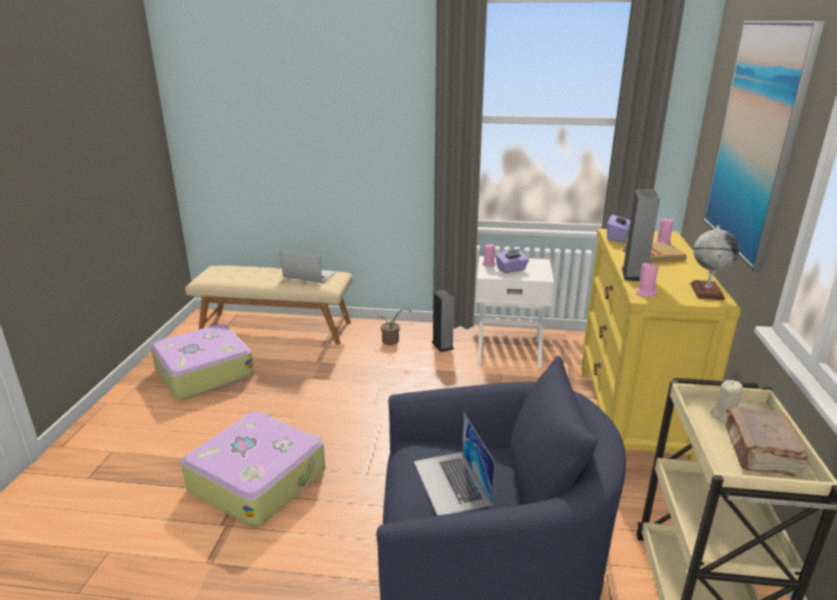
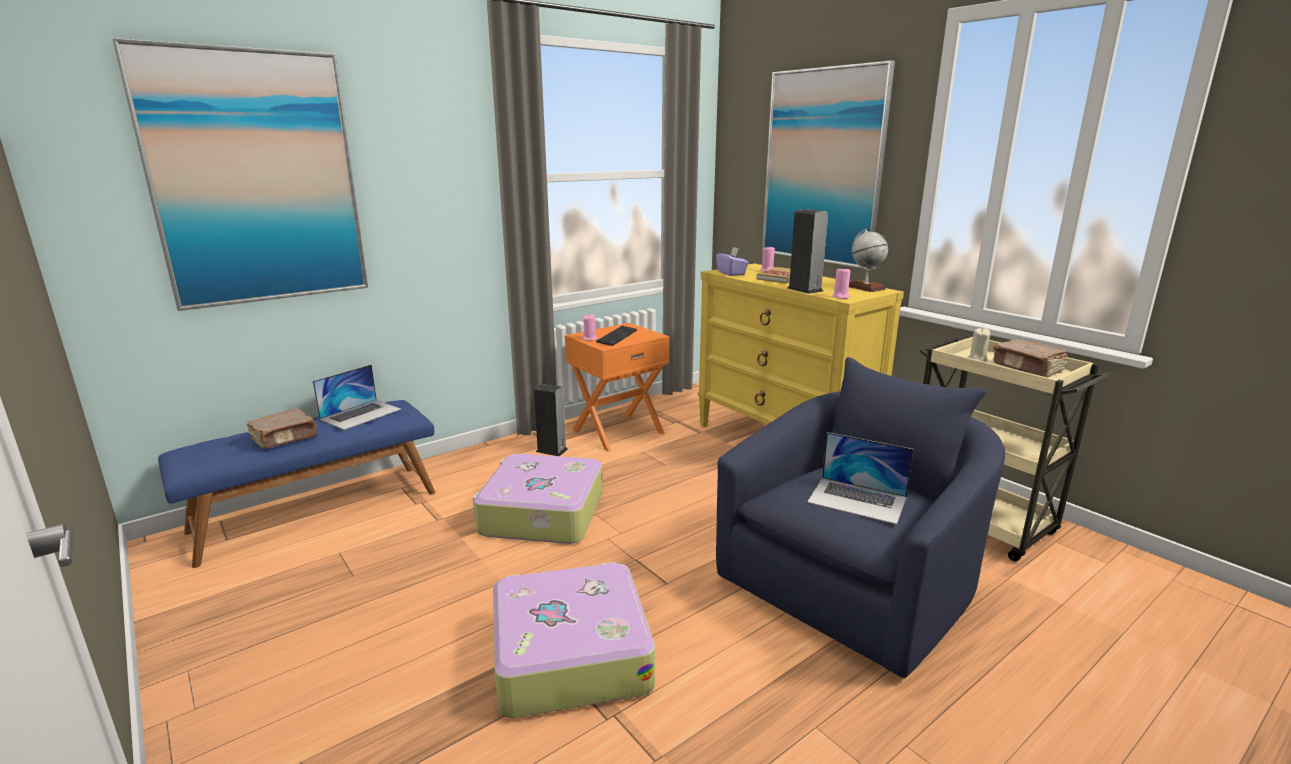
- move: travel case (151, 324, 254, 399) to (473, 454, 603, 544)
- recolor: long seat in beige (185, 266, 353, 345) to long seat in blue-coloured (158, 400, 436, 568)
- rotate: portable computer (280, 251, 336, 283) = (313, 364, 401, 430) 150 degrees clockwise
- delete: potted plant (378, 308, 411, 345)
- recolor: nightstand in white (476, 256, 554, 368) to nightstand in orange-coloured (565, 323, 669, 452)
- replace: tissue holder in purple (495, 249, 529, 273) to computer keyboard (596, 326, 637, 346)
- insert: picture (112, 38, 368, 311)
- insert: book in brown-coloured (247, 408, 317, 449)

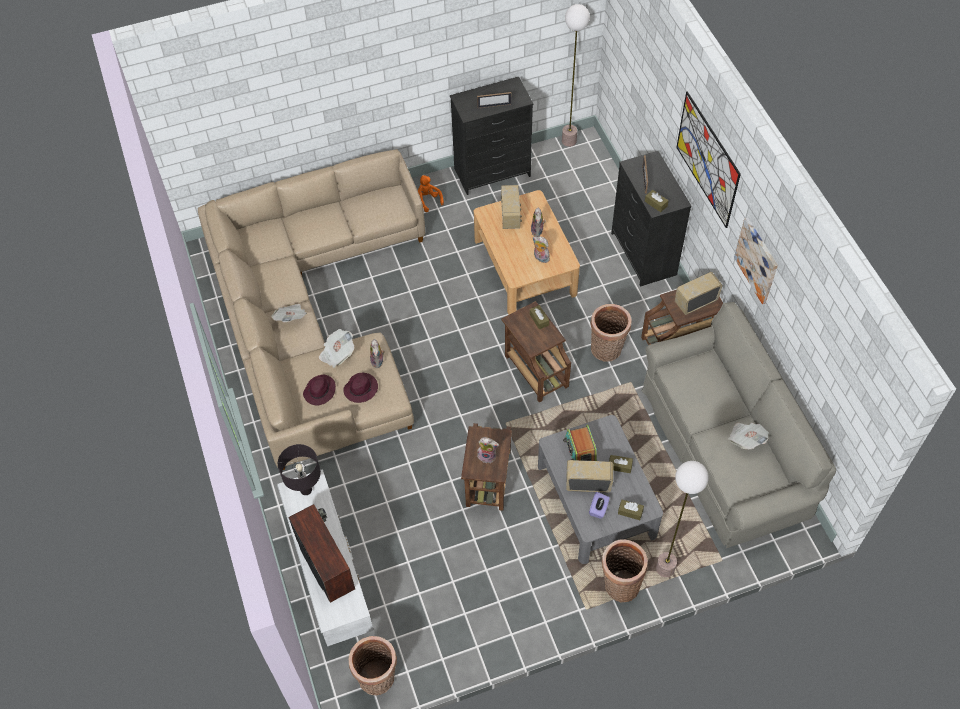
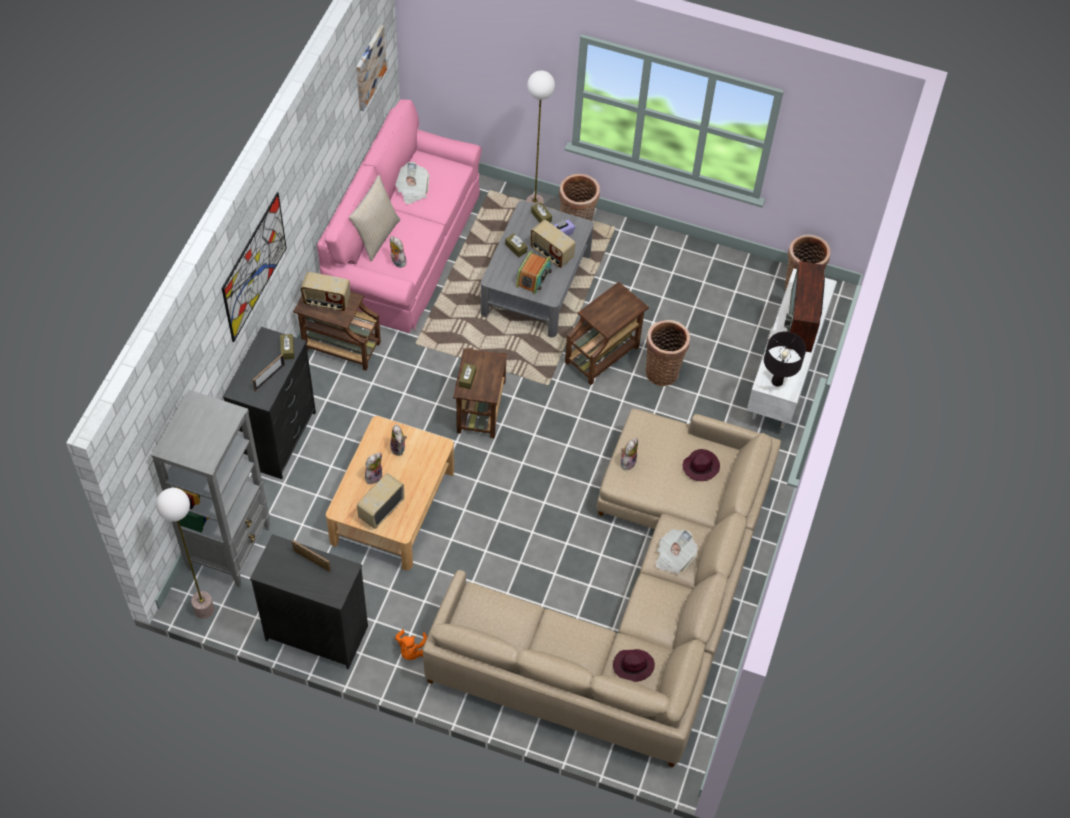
- delete: printed paper (319, 329, 354, 368)
- move: wearable hat in purple (343, 373, 378, 403) to (613, 649, 655, 682)
- move: plush toy (477, 437, 499, 463) to (390, 236, 406, 268)
- move: basket (590, 304, 632, 362) to (646, 320, 690, 386)
- recolor: settee in grey (642, 302, 836, 548) to settee in pinkish (317, 99, 482, 333)
- move: picture (734, 218, 778, 304) to (356, 25, 387, 111)
- insert: shelving unit in grey (152, 390, 270, 588)
- insert: cushion in beige (349, 175, 401, 261)

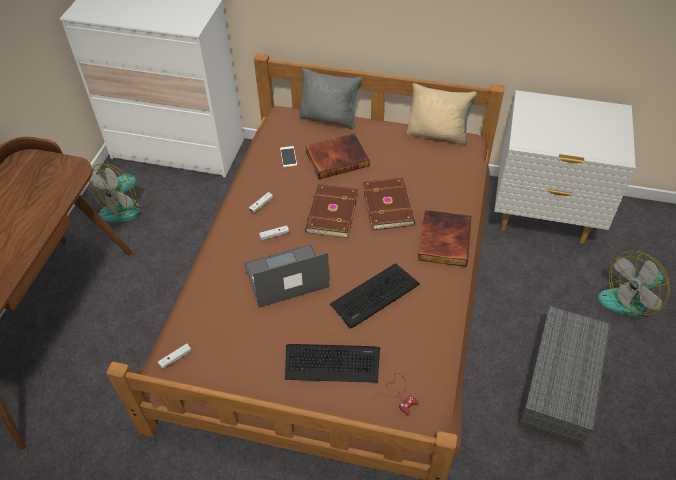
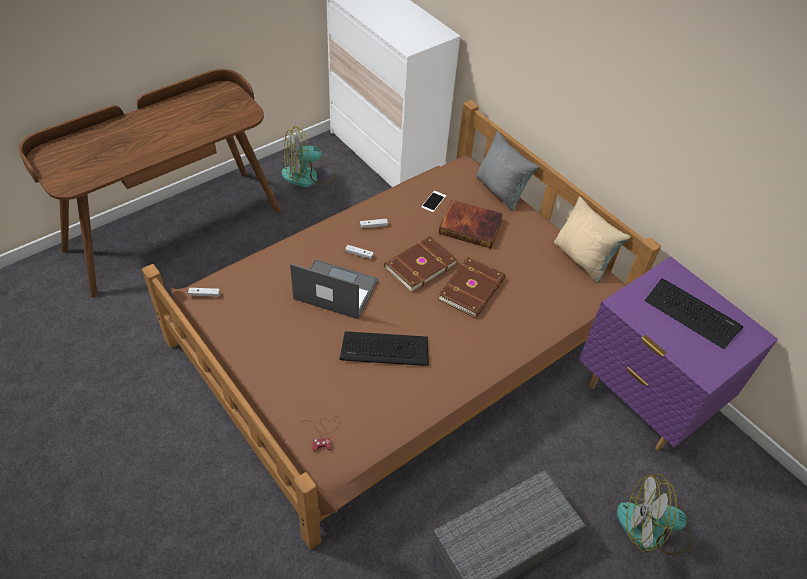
- move: computer keyboard (285, 344, 380, 383) to (645, 278, 743, 349)
- delete: book (418, 210, 471, 267)
- recolor: nightstand in white (494, 90, 636, 244) to nightstand in purple (579, 256, 778, 451)

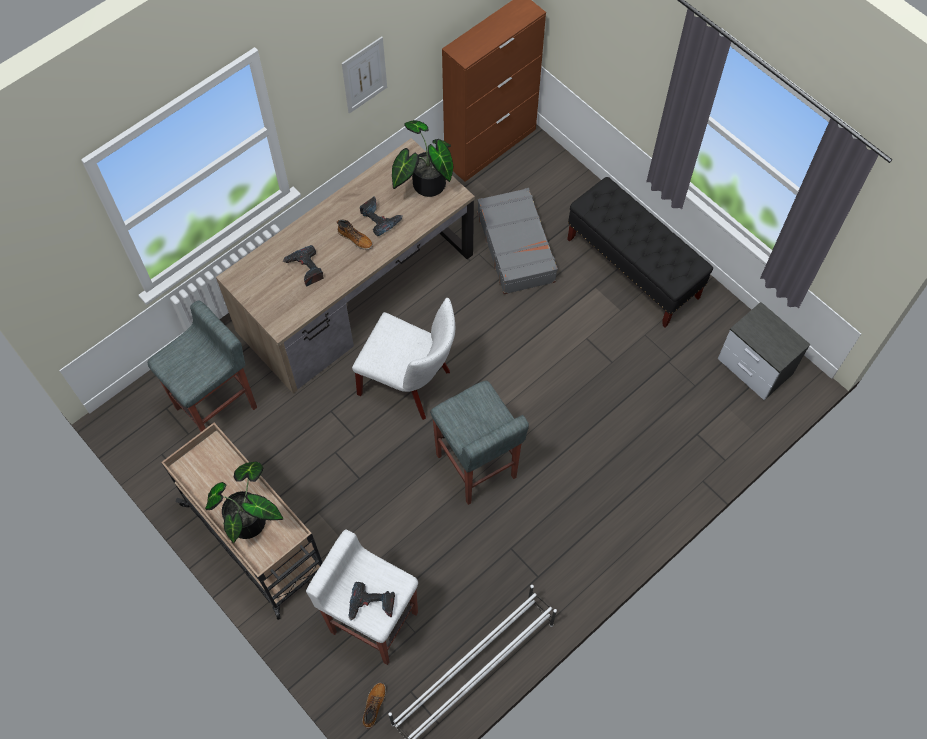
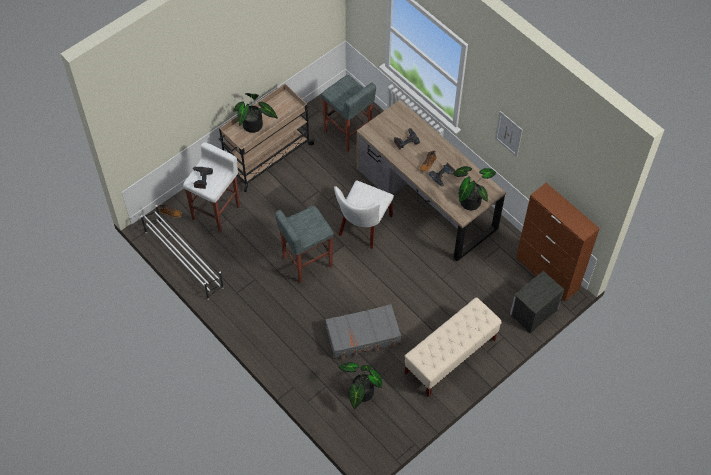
- move: travel case in grey (477, 188, 558, 294) to (325, 304, 401, 359)
- recolor: long seat in black (567, 177, 713, 327) to long seat in beige (405, 298, 502, 397)
- move: nightstand (718, 302, 811, 400) to (510, 271, 564, 333)
- insert: potted plant (338, 363, 382, 409)

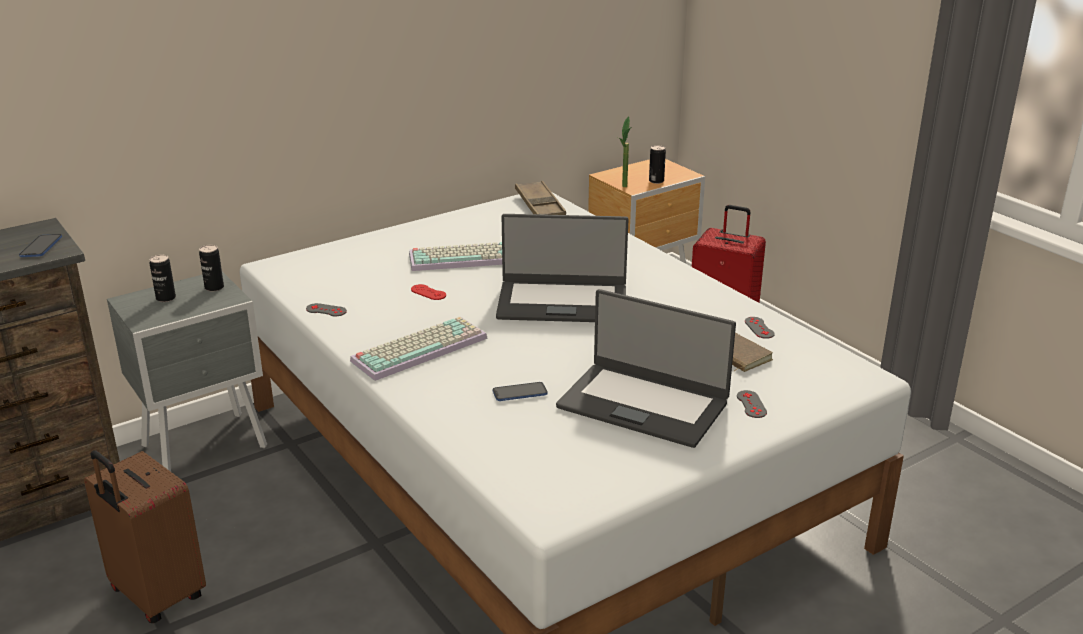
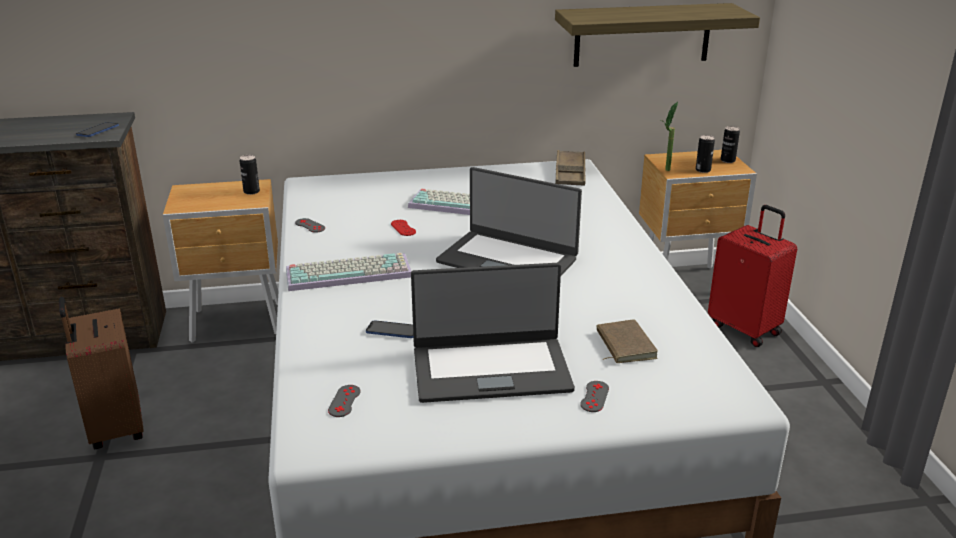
- recolor: nightstand in grey (107, 271, 267, 472) to nightstand in brown-coloured (163, 179, 278, 343)
- move: metal can (149, 254, 176, 302) to (721, 126, 740, 163)
- rotate: portable computer (556, 289, 736, 448) = (411, 263, 575, 403) 60 degrees counterclockwise
- move: joypad in grey (745, 317, 775, 339) to (328, 385, 361, 417)
- insert: bracket shelf (555, 3, 760, 67)

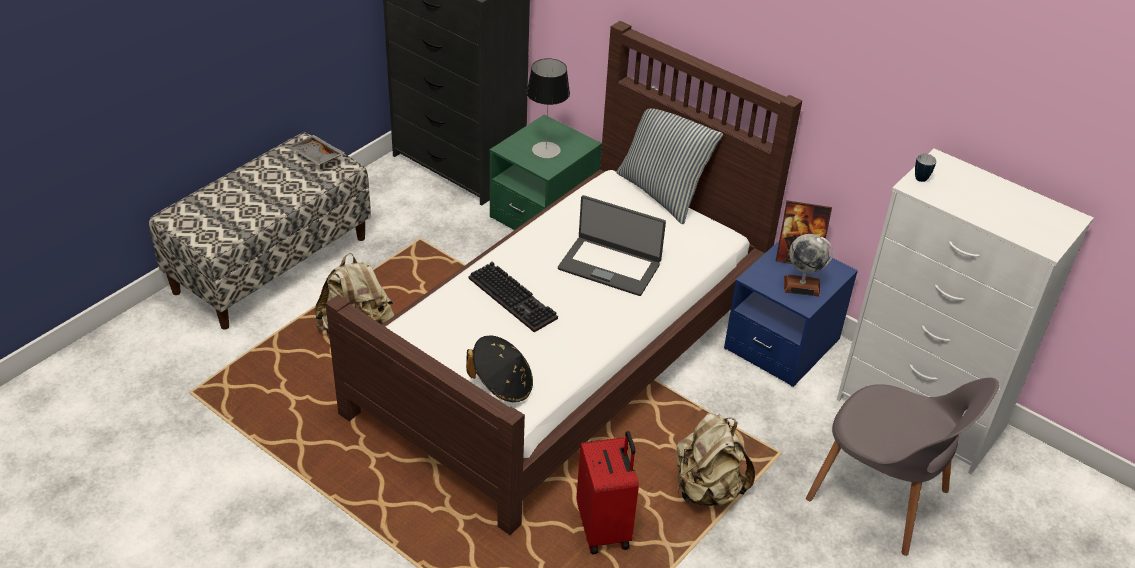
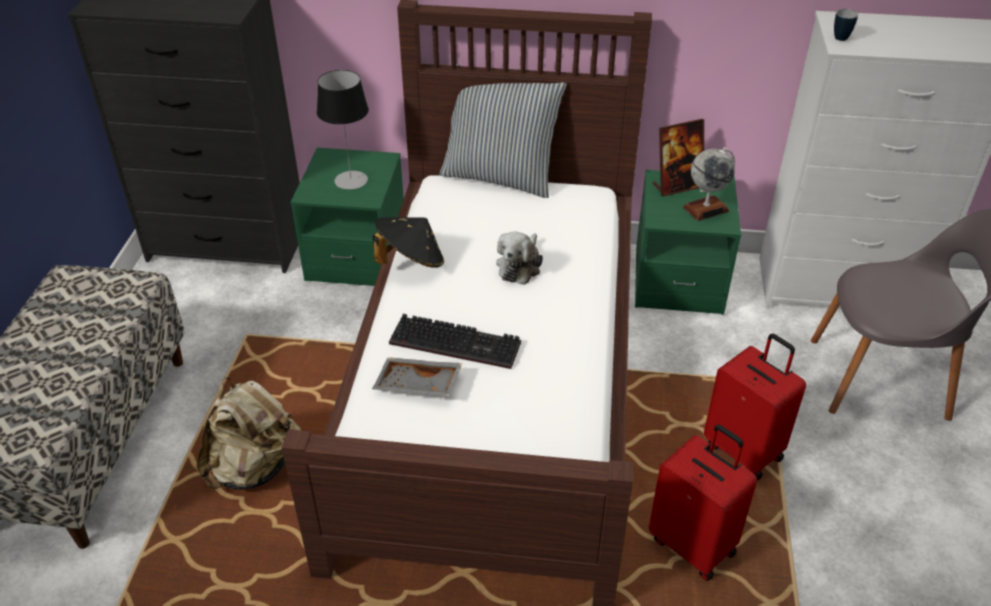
- move: serving tray in grey (287, 135, 345, 165) to (372, 357, 462, 397)
- move: wearable hat in black (466, 335, 533, 402) to (373, 217, 444, 268)
- replace: portable computer (558, 195, 666, 296) to plush toy (496, 231, 543, 285)
- replace: knapsack in beige (677, 413, 755, 506) to travel case in red-coloured (704, 333, 806, 480)
- recolor: nightstand in blue-coloured (724, 241, 858, 387) to nightstand in greenish (635, 170, 741, 315)

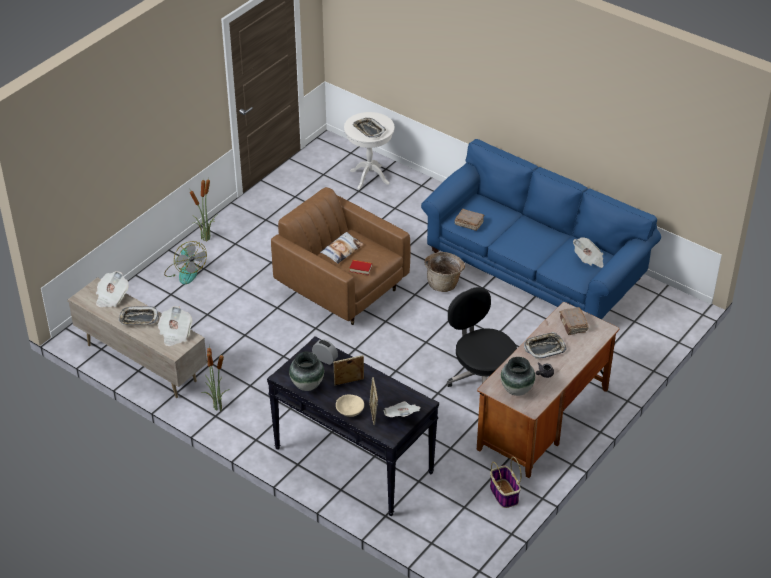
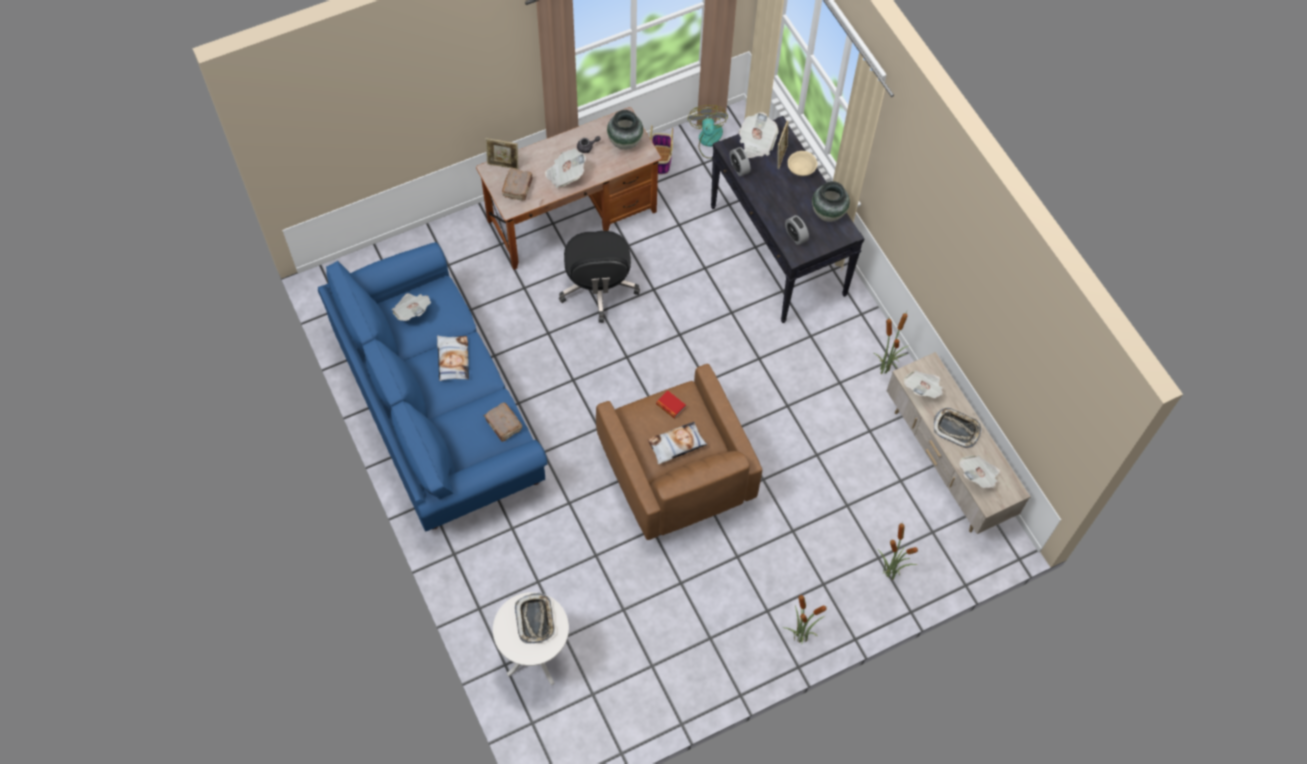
- move: cooling fan (164, 241, 207, 284) to (688, 105, 728, 159)
- move: picture frame (333, 355, 364, 386) to (486, 138, 519, 170)
- delete: basket (424, 252, 465, 292)
- replace: serving tray (524, 332, 566, 359) to printed paper (545, 148, 586, 188)
- insert: cushion (437, 335, 469, 381)
- insert: bedside clock (730, 147, 751, 176)
- insert: potted plant (877, 523, 918, 579)

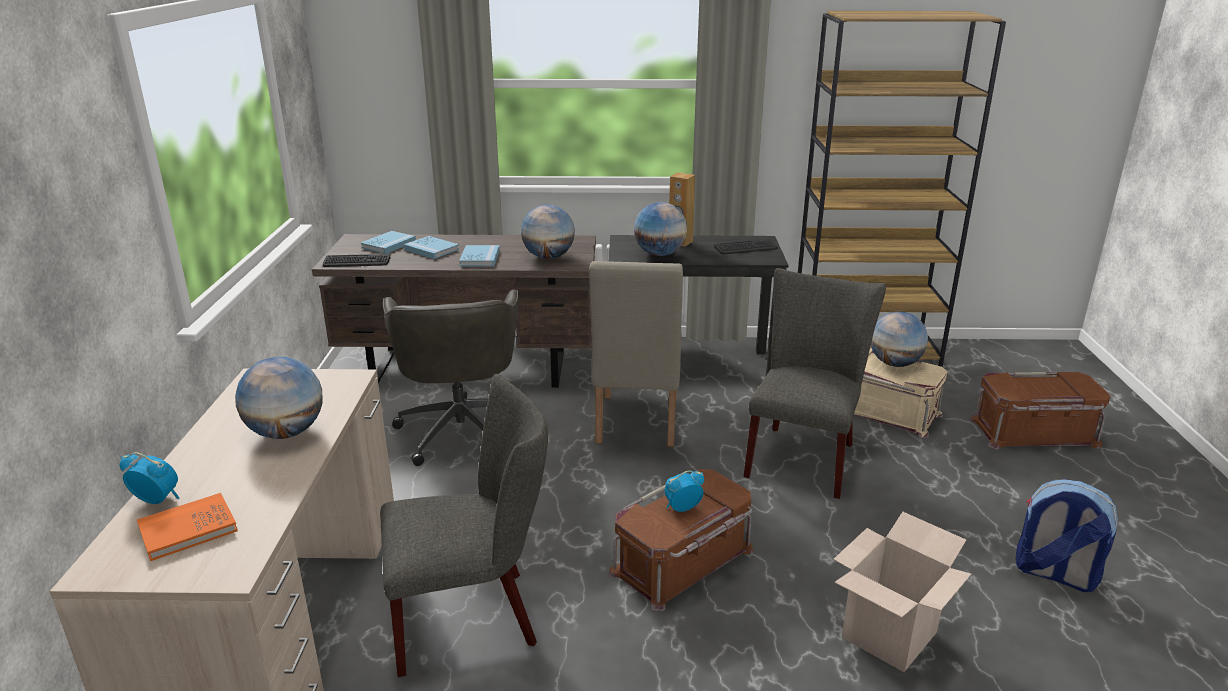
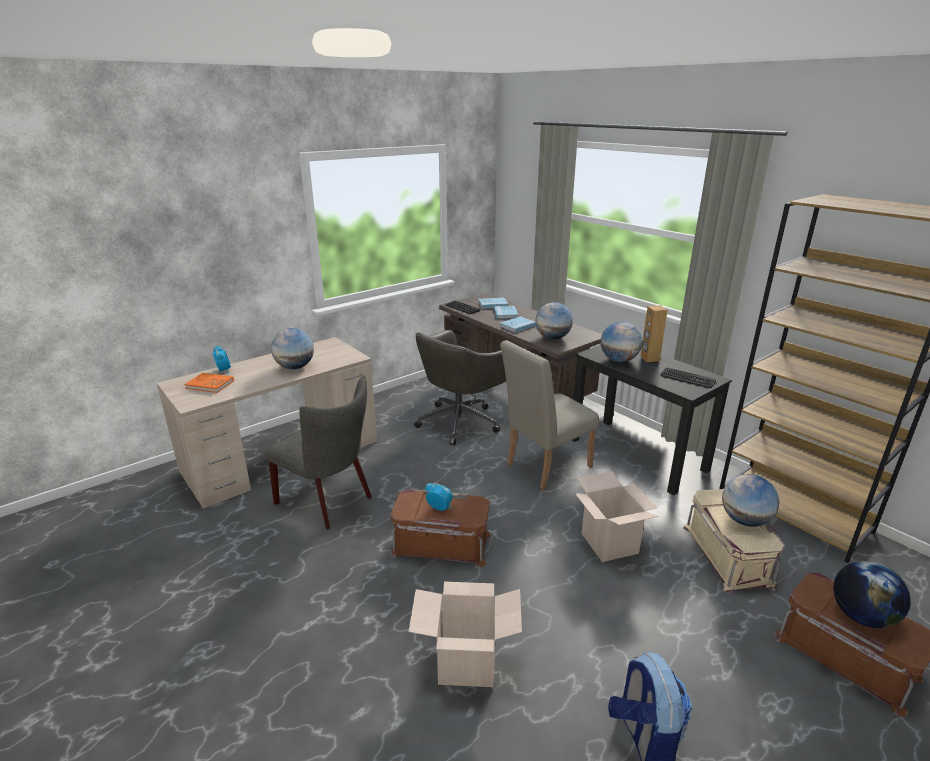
- replace: upright chair in grey (743, 268, 886, 499) to carton (576, 471, 659, 562)
- insert: world globe (833, 561, 911, 628)

